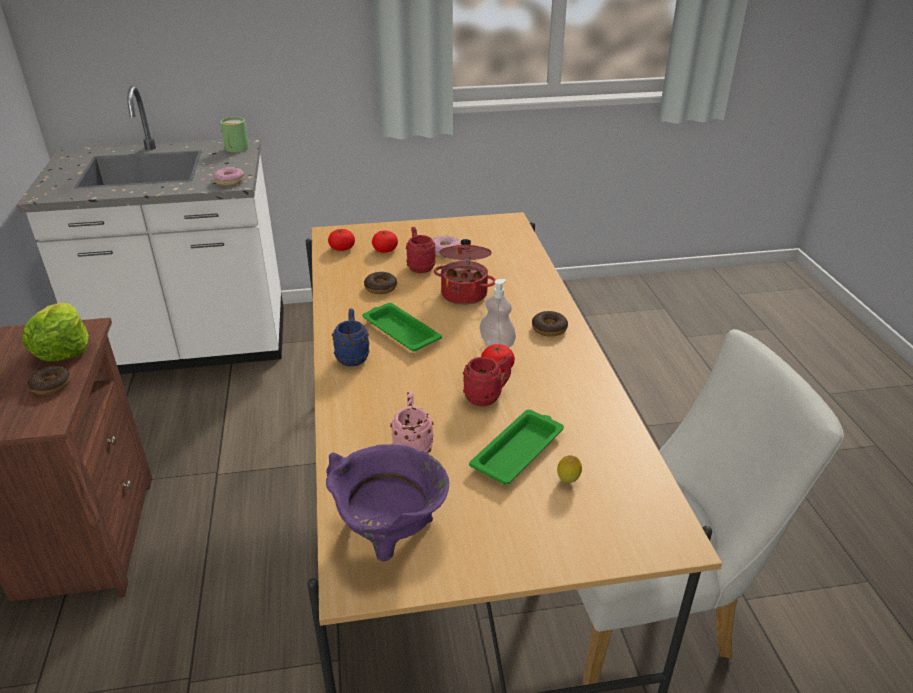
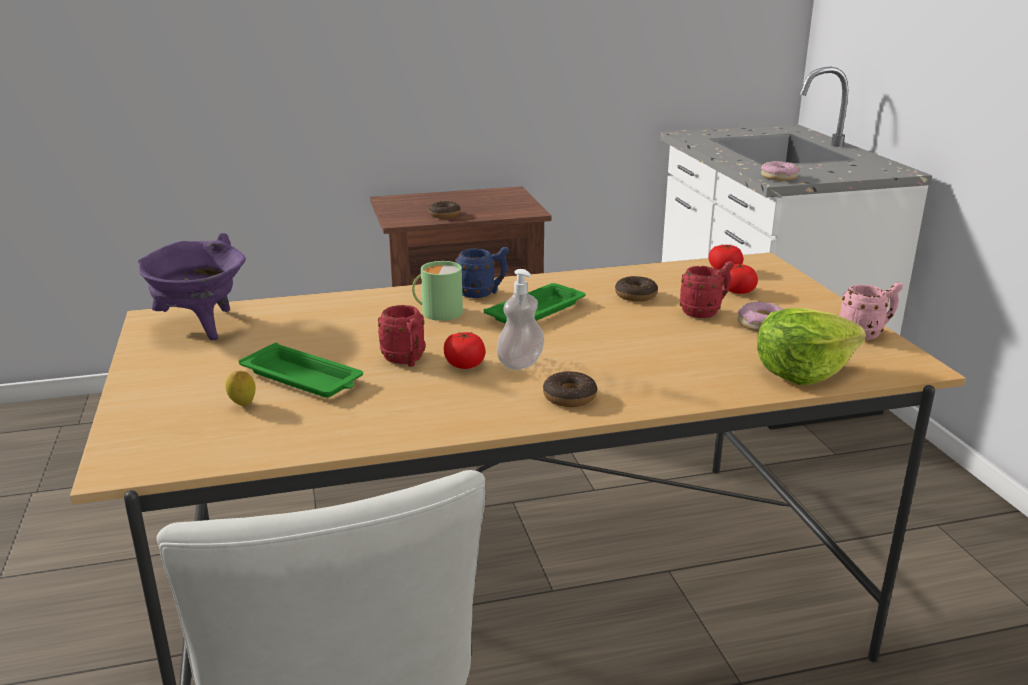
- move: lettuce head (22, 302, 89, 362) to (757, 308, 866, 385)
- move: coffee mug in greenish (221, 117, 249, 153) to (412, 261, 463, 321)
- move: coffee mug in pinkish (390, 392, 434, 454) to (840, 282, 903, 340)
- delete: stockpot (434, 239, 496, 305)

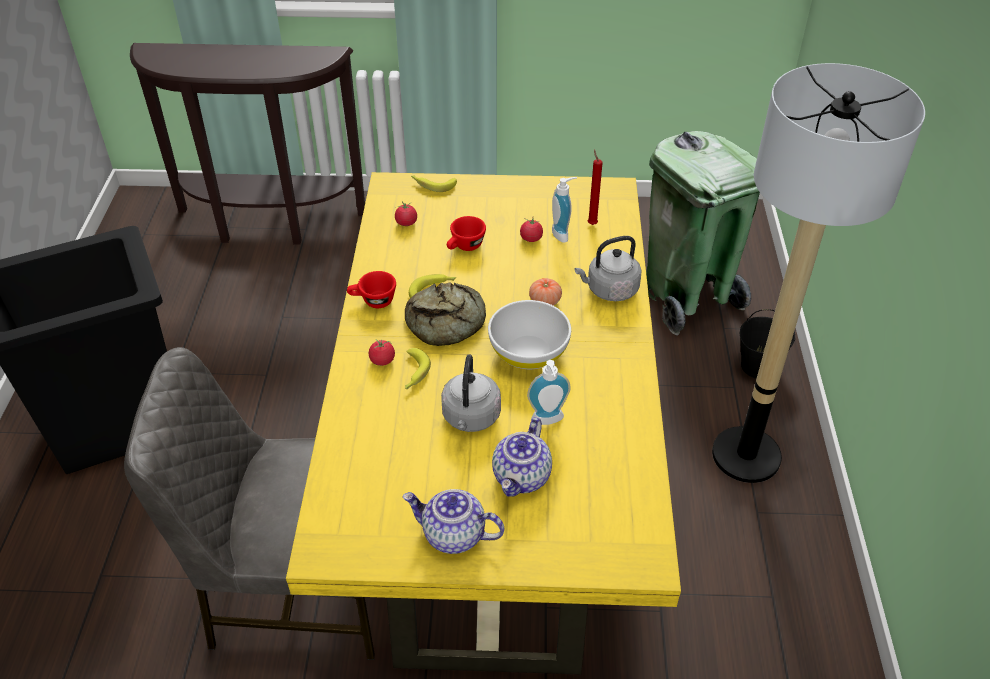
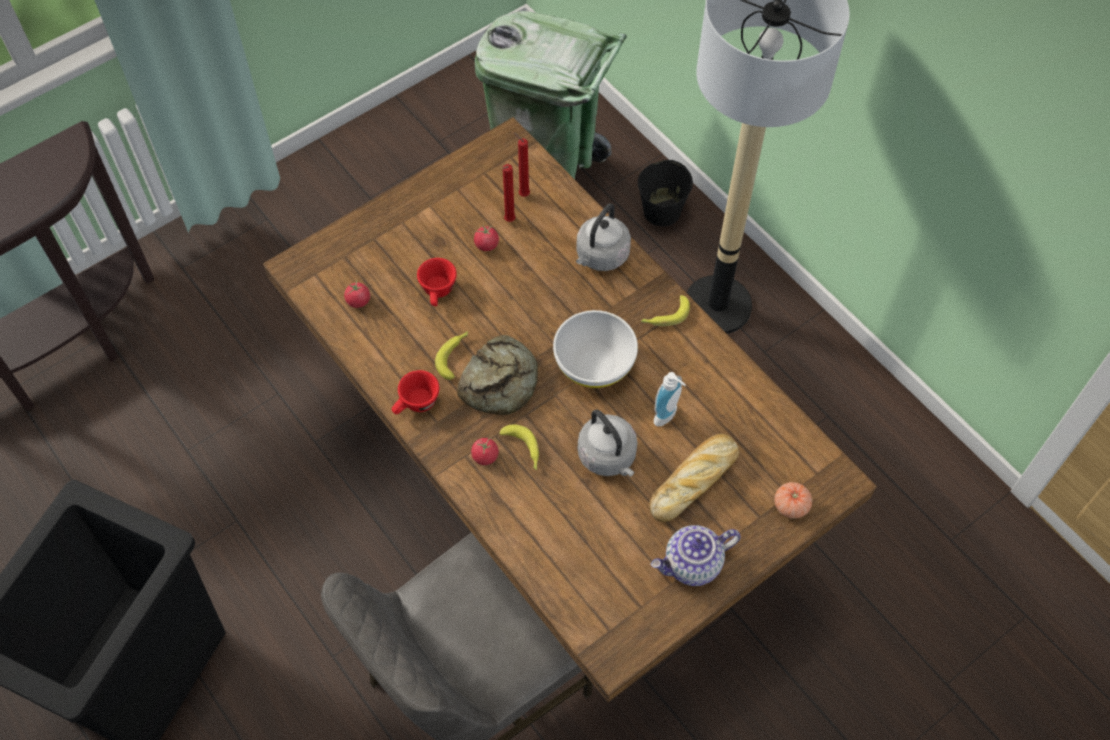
- recolor: dining table in yellow-coloured (286, 172, 681, 674) to dining table in brown-coloured (263, 117, 877, 702)
- move: banana fruit (411, 175, 457, 192) to (641, 295, 690, 326)
- replace: pot for tea (492, 417, 552, 496) to bakery bread (649, 434, 739, 522)
- move: whole tomato (529, 278, 562, 306) to (774, 482, 812, 519)
- replace: soap bottle (552, 177, 577, 243) to candle in red-coloured (503, 164, 516, 222)

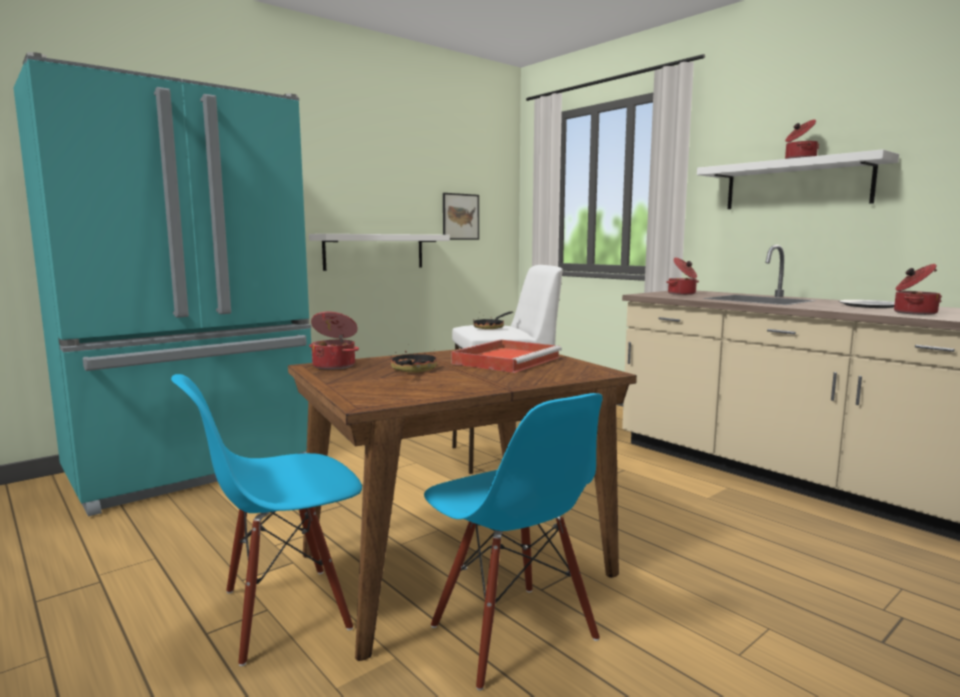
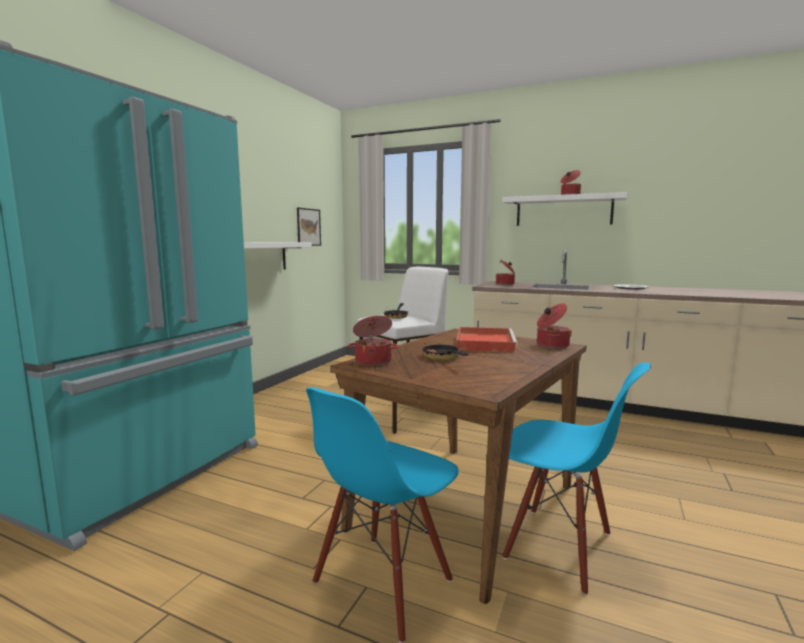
- move: stockpot (894, 264, 942, 315) to (537, 303, 572, 349)

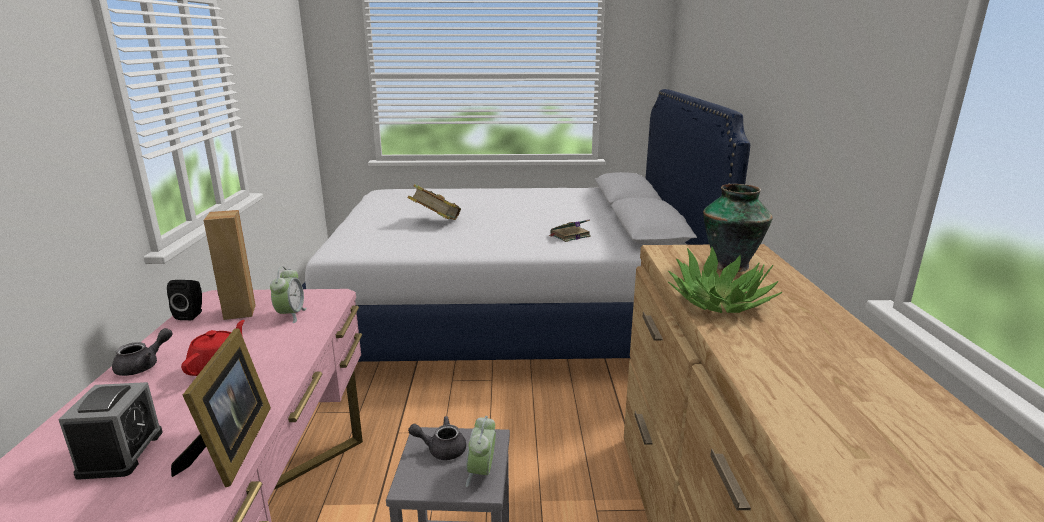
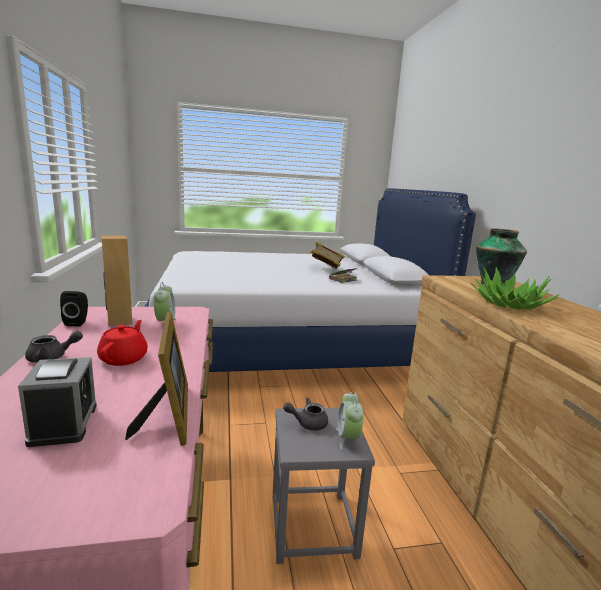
- rotate: pot for tea in grey (112, 328, 173, 376) = (25, 331, 83, 363) 45 degrees clockwise
- move: book (407, 184, 461, 220) to (310, 242, 345, 269)

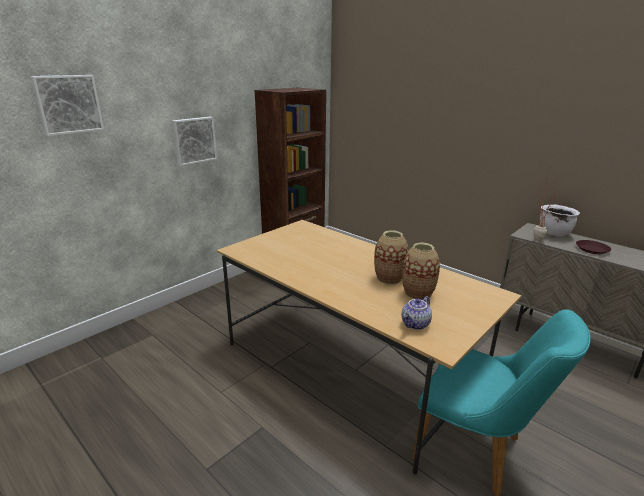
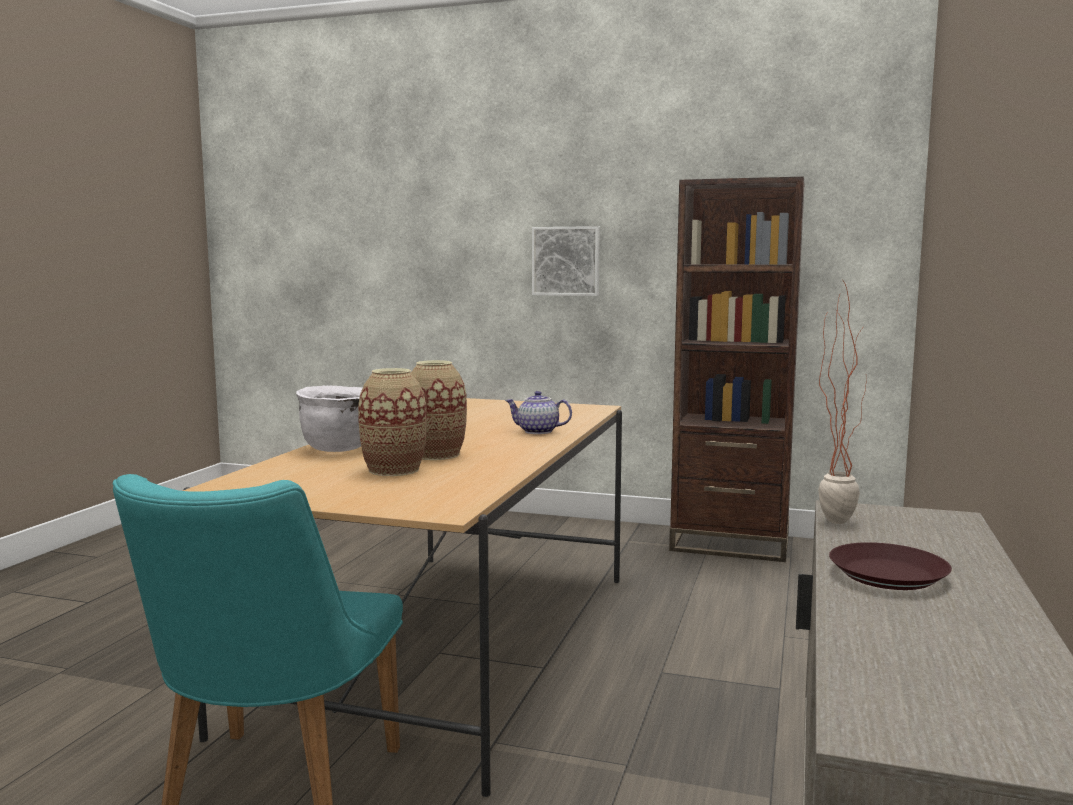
- delete: picture (31, 75, 104, 136)
- move: pot for tea (402, 296, 432, 330) to (505, 391, 572, 434)
- move: stockpot in white (540, 205, 580, 236) to (296, 386, 362, 452)

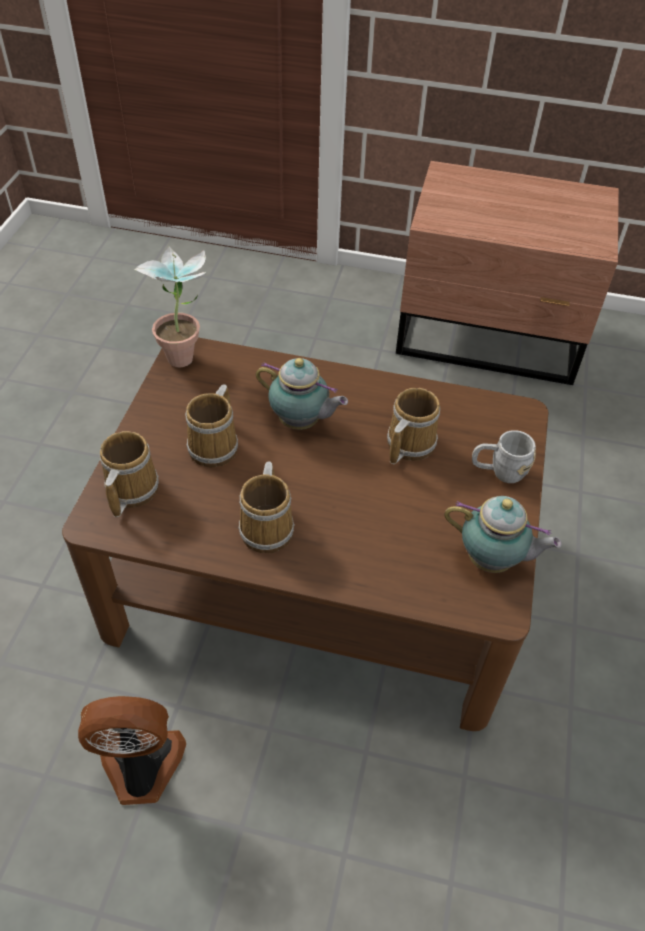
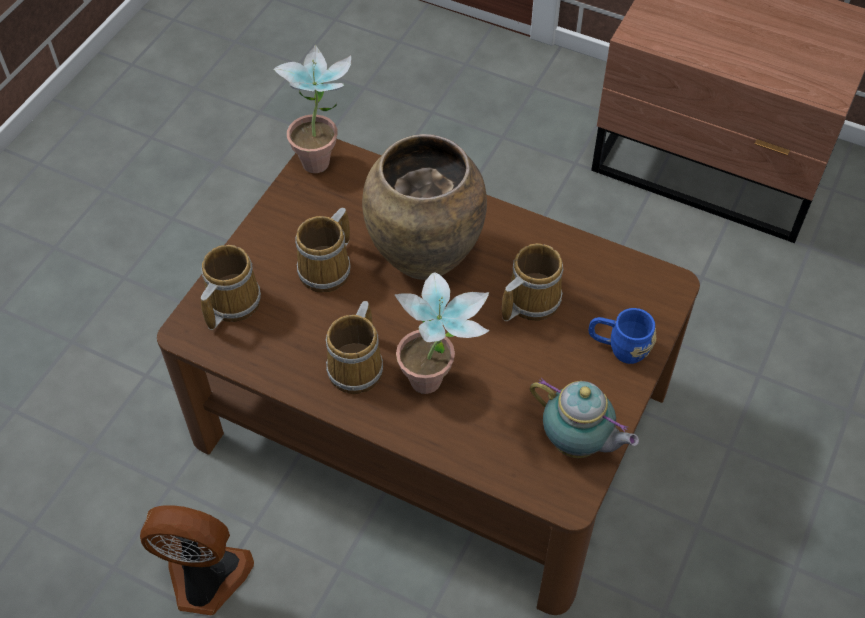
- replace: pot for tea (256, 358, 348, 430) to flower vase in brown-coloured (362, 134, 487, 280)
- recolor: coffee mug in grey (472, 430, 536, 483) to coffee mug in blue-coloured (588, 308, 656, 364)
- insert: potted plant (395, 272, 490, 394)

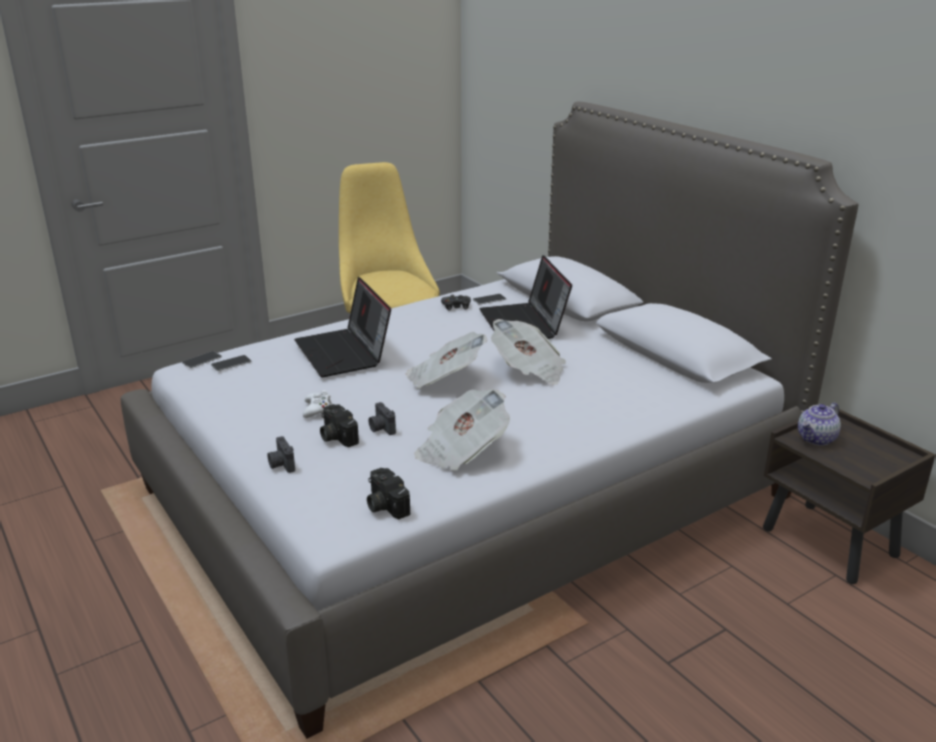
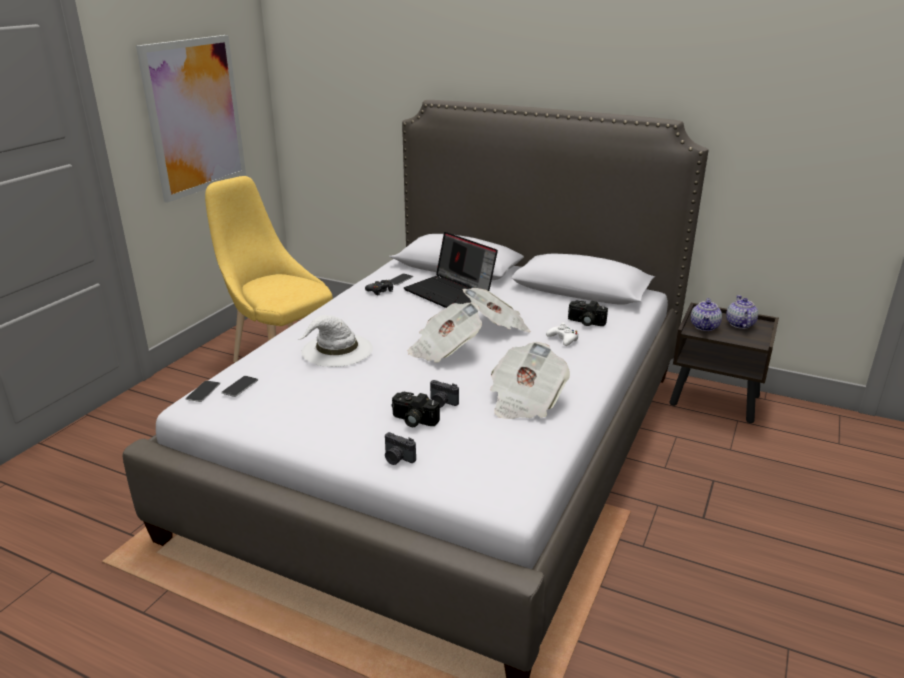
- replace: portable computer (294, 277, 391, 377) to wearable hat in white (298, 315, 373, 367)
- move: joypad in white (303, 390, 332, 418) to (546, 323, 579, 346)
- move: photo camera (367, 468, 410, 519) to (568, 300, 608, 326)
- insert: picture (136, 35, 246, 203)
- insert: pot for tea (726, 295, 758, 329)

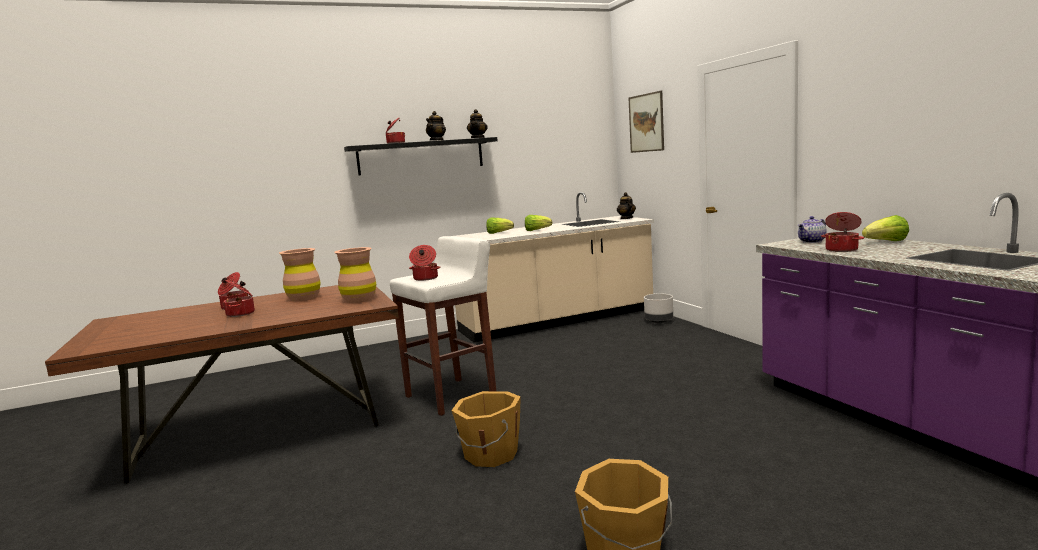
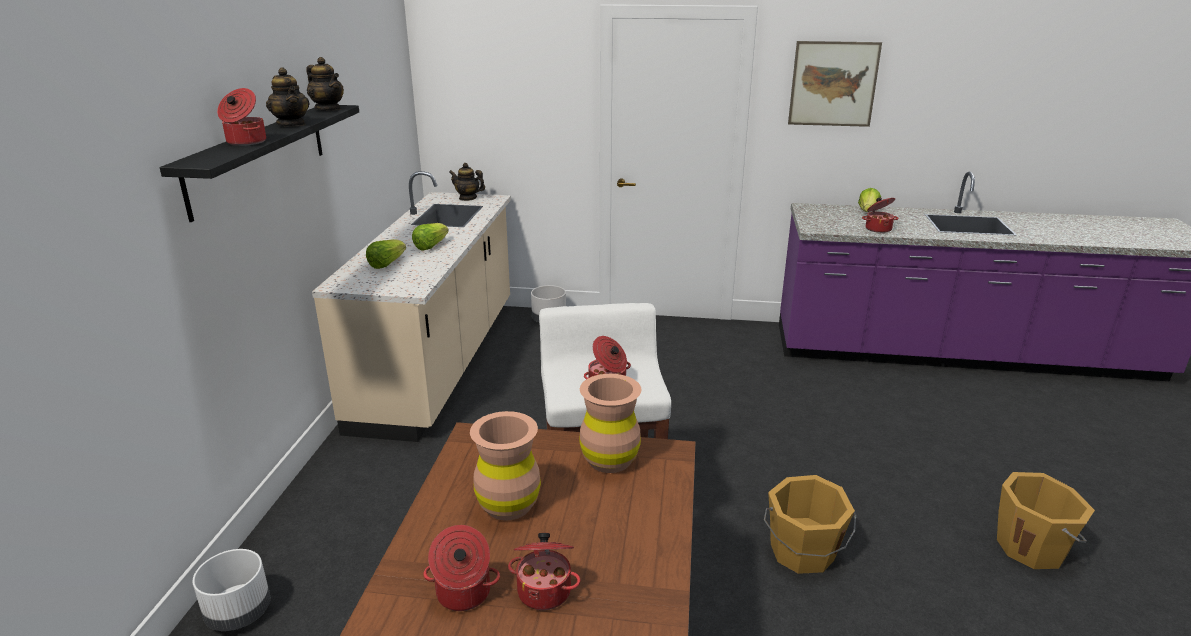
- move: picture (629, 91, 664, 153) to (788, 41, 882, 127)
- delete: pot for tea (798, 216, 827, 243)
- insert: plant pot in white (193, 549, 270, 631)

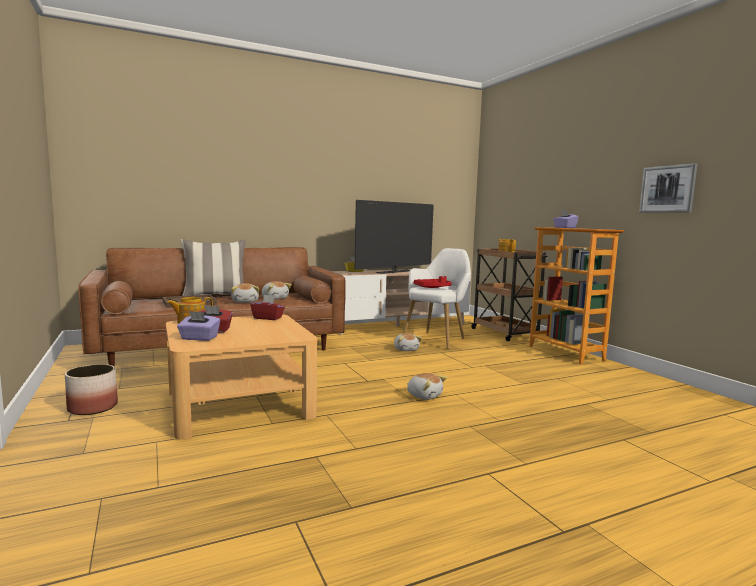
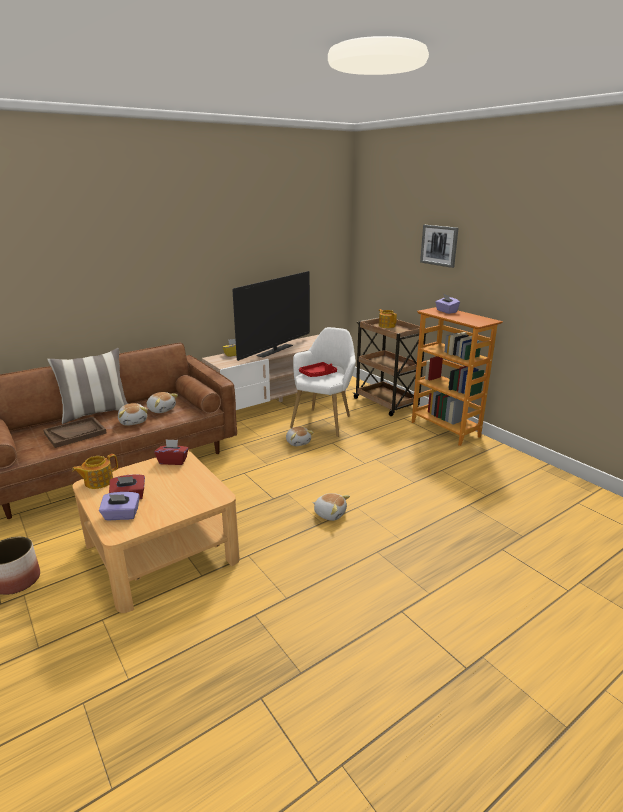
- move: picture (639, 163, 698, 213) to (420, 225, 458, 268)

